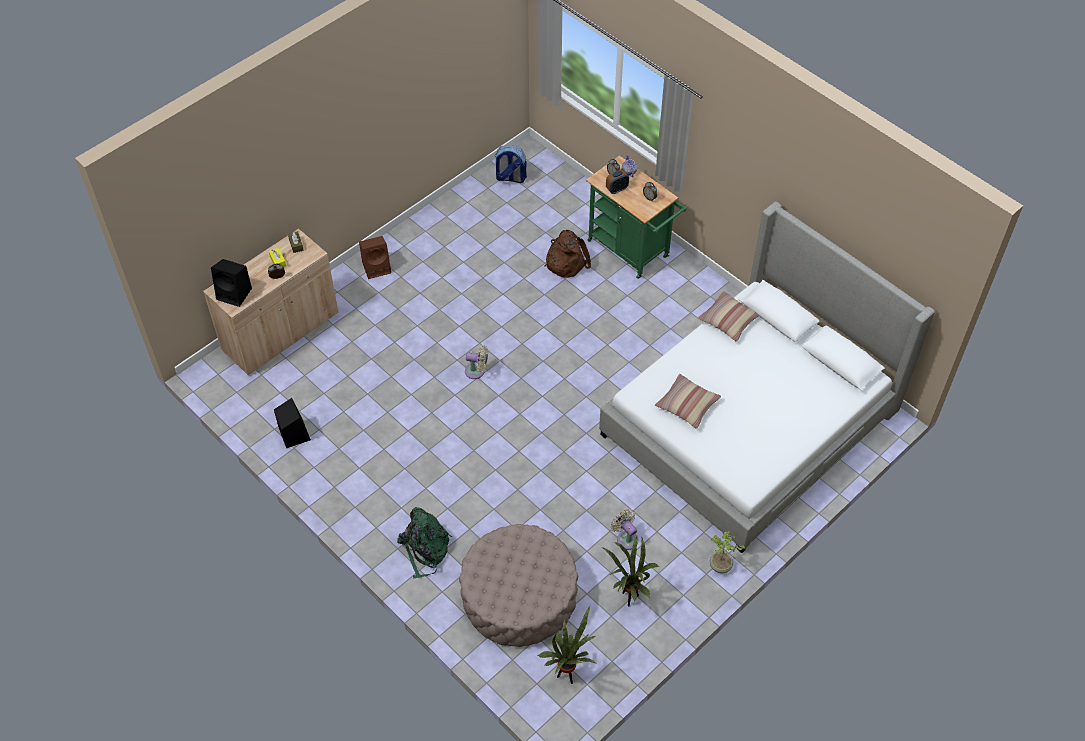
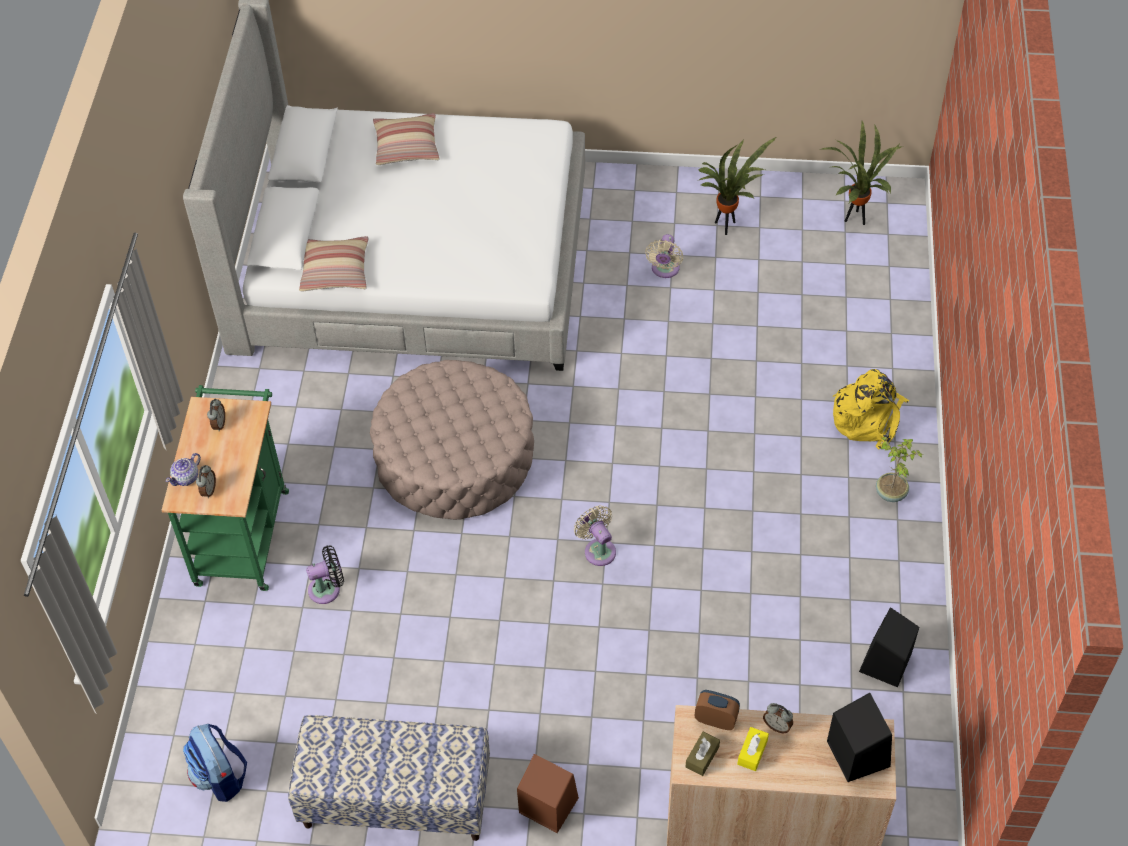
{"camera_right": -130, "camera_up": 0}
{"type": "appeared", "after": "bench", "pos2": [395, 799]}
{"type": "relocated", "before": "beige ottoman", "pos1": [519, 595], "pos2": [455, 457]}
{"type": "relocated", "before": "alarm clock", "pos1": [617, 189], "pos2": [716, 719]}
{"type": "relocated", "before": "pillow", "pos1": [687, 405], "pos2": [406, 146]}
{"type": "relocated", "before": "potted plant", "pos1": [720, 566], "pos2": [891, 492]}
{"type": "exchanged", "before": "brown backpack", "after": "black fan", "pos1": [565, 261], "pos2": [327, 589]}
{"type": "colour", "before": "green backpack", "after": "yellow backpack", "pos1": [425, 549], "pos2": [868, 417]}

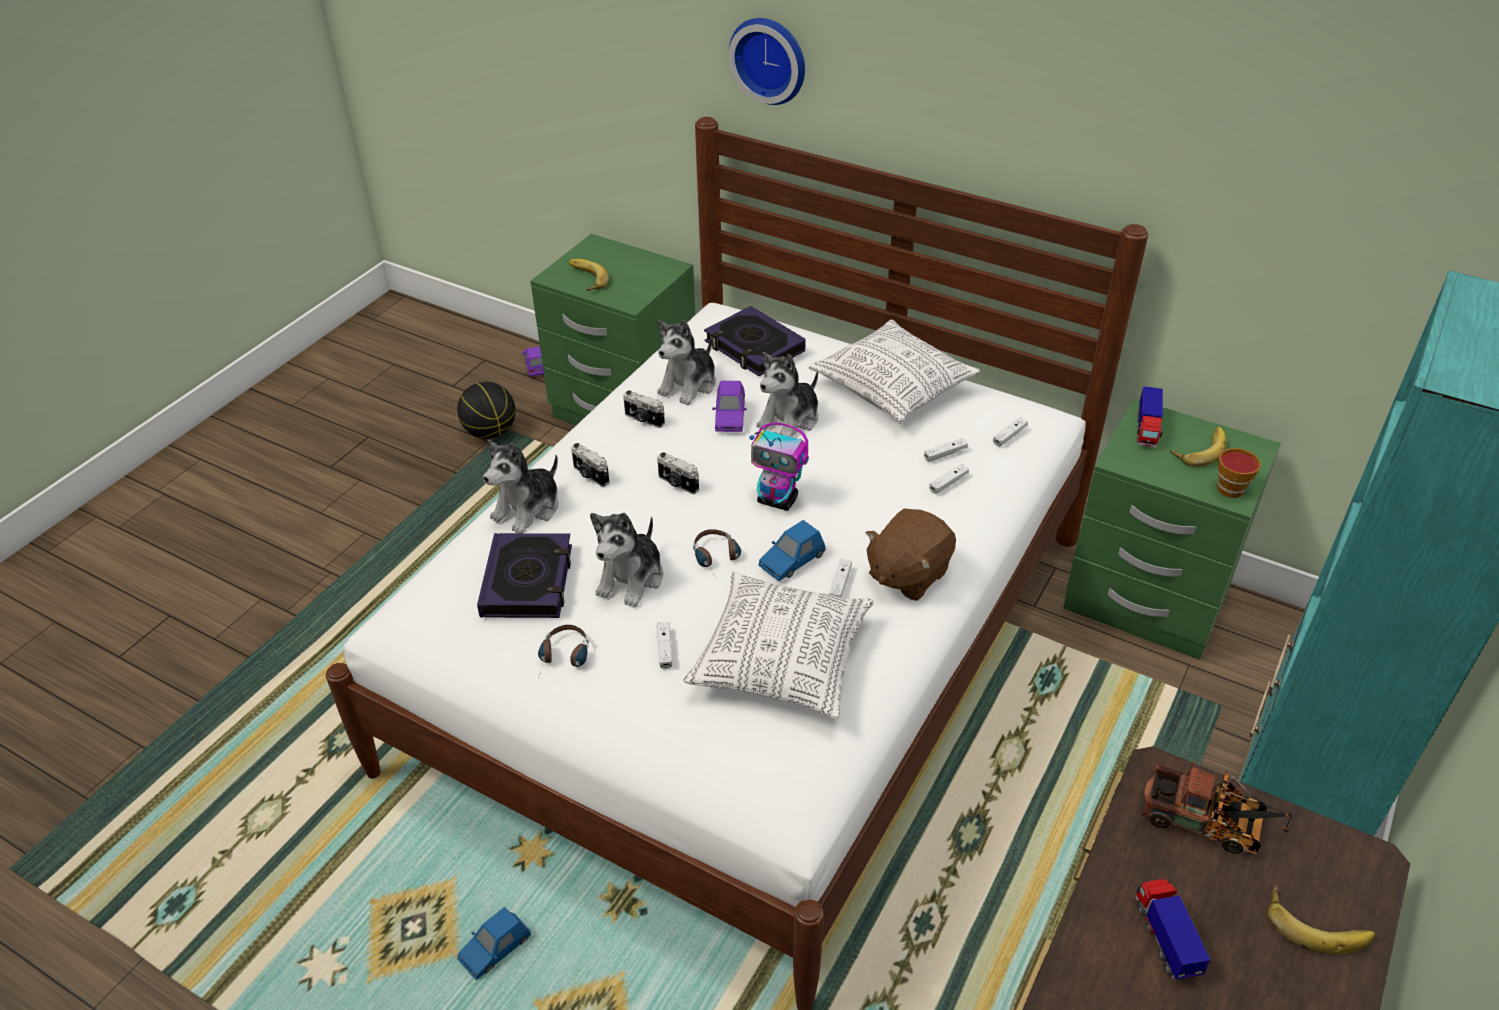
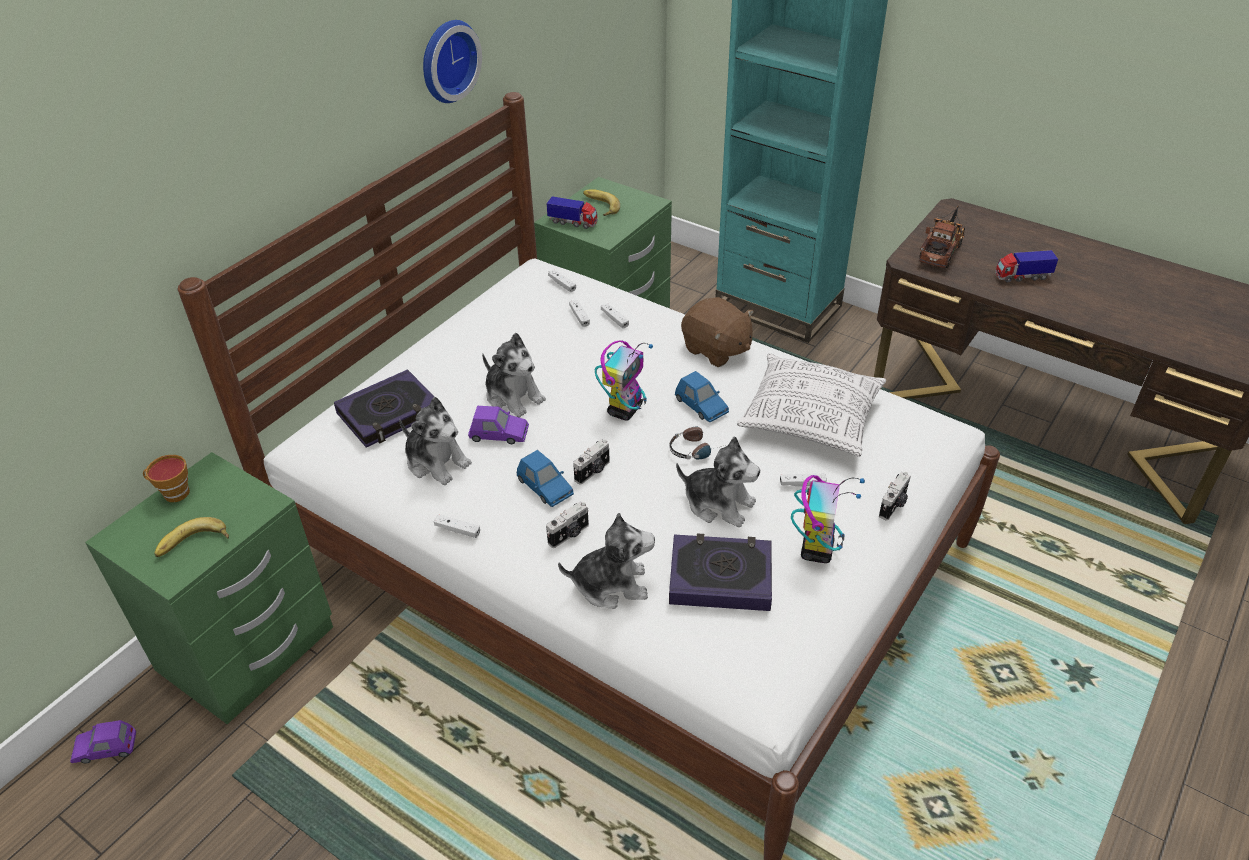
{"camera_right": -85, "camera_up": 0}
{"type": "missing", "before": "basketball", "pos1": [491, 432]}
{"type": "missing", "before": "pillow", "pos1": [893, 387]}
{"type": "missing", "before": "banana", "pos1": [1317, 924]}
{"type": "relocated", "before": "blue toy car", "pos1": [495, 948], "pos2": [545, 487]}
{"type": "relocated", "before": "photo camera", "pos1": [644, 420], "pos2": [894, 505]}
{"type": "relocated", "before": "wall clock", "pos1": [770, 59], "pos2": [446, 60]}
{"type": "relocated", "before": "white game controller", "pos1": [840, 584], "pos2": [457, 530]}
{"type": "relocated", "before": "cup", "pos1": [1228, 487], "pos2": [173, 493]}
{"type": "exchanged", "before": "headphones", "after": "toy robot", "pos1": [564, 659], "pos2": [817, 549]}
{"type": "spun", "before": "plush toy", "pos1": [528, 509], "pos2": [611, 584], "turn": -45}

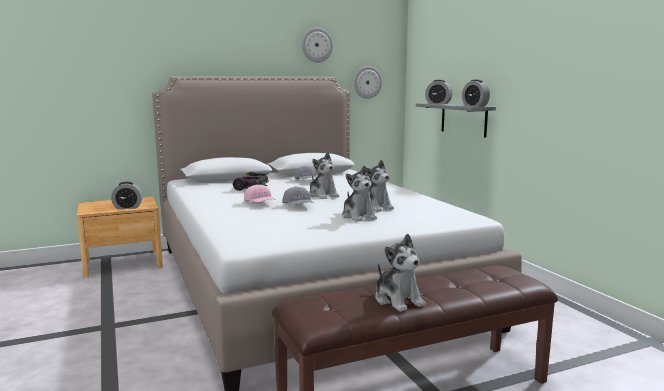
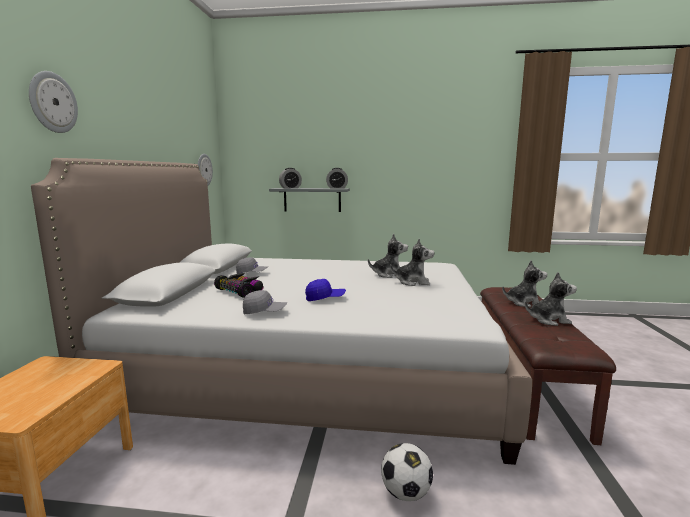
{"camera_right": -60, "camera_up": 0}
{"type": "missing", "before": "alarm clock", "pos1": [128, 207]}
{"type": "appeared", "after": "football", "pos2": [406, 493]}
{"type": "relocated", "before": "grey cap", "pos1": [298, 206], "pos2": [264, 312]}
{"type": "relocated", "before": "wall clock", "pos1": [316, 45], "pos2": [52, 102]}
{"type": "relocated", "before": "plush toy", "pos1": [323, 195], "pos2": [523, 303]}
{"type": "colour", "before": "pink cap", "after": "blue cap", "pos1": [260, 203], "pos2": [325, 298]}

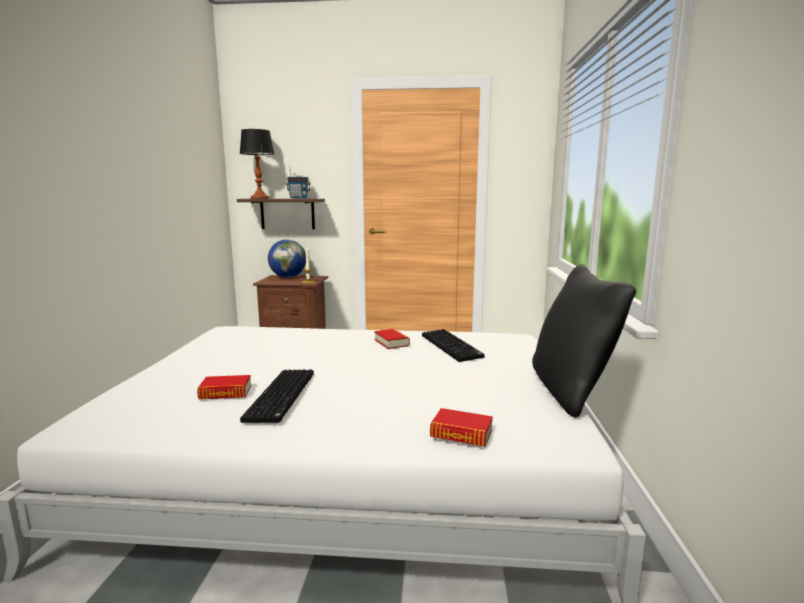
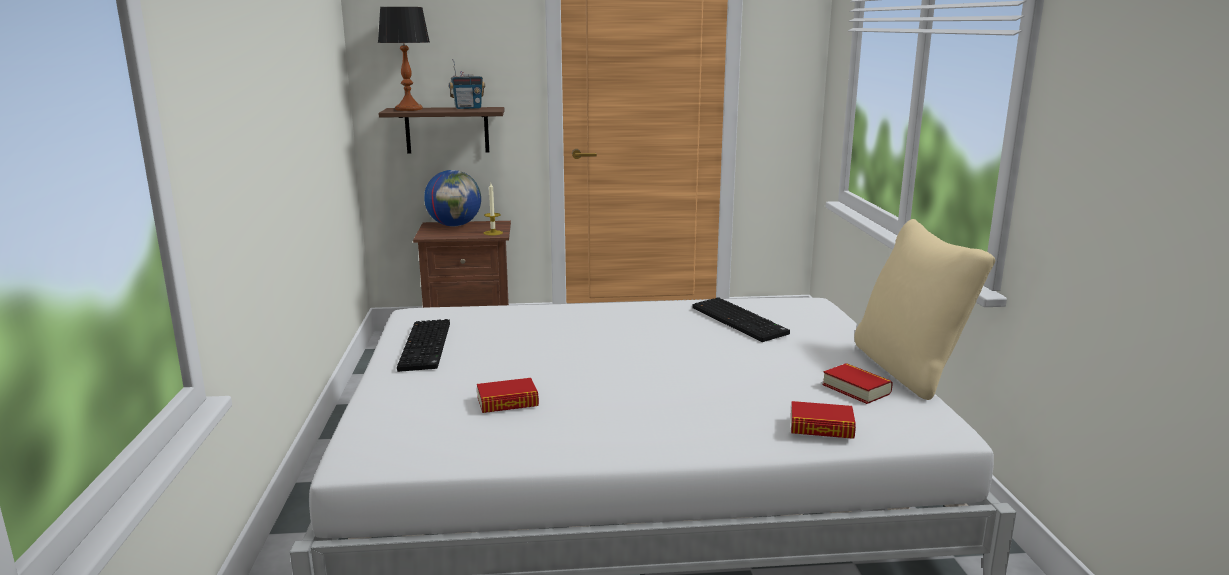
{"camera_right": -10, "camera_up": 5}
{"type": "relocated", "before": "keyboard", "pos1": [282, 396], "pos2": [427, 347]}
{"type": "relocated", "before": "book", "pos1": [391, 342], "pos2": [856, 389]}
{"type": "colour", "before": "black pillow", "after": "beige pillow", "pos1": [571, 391], "pos2": [909, 369]}

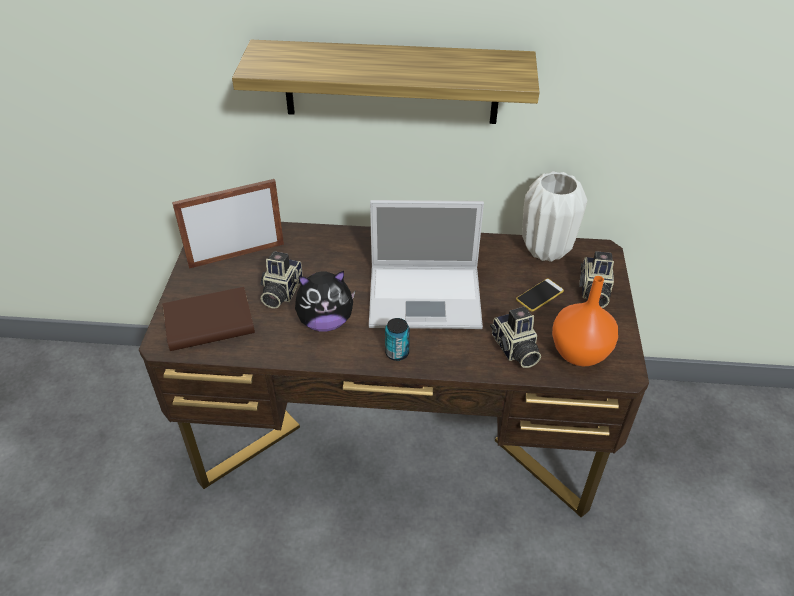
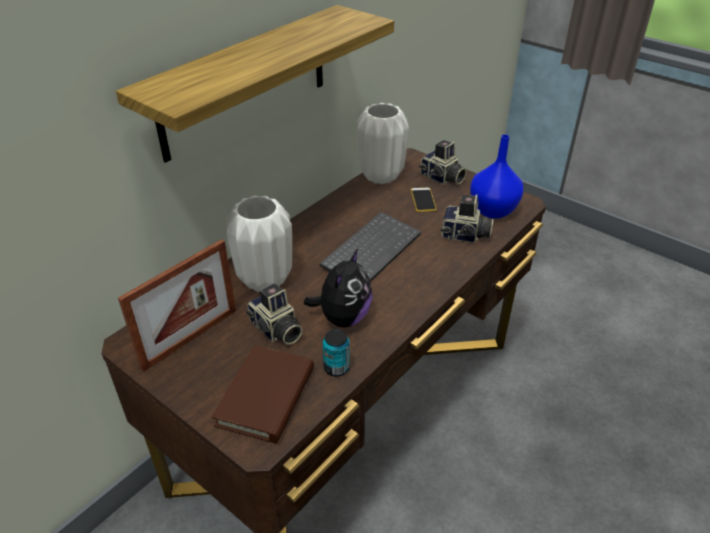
{"camera_right": -55, "camera_up": -5}
{"type": "appeared", "after": "white vase", "pos2": [265, 279]}
{"type": "relocated", "before": "can", "pos1": [397, 353], "pos2": [336, 368]}
{"type": "exchanged", "before": "laptop", "after": "keyboard", "pos1": [427, 296], "pos2": [371, 250]}
{"type": "colour", "before": "orange vase", "after": "blue vase", "pos1": [580, 353], "pos2": [493, 210]}
{"type": "spun", "before": "picture frame", "pos1": [236, 255], "pos2": [190, 338], "turn": -150}

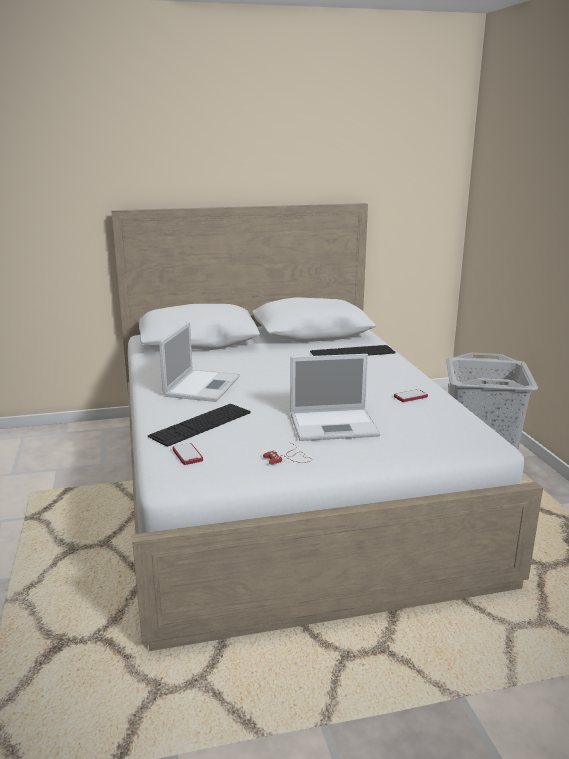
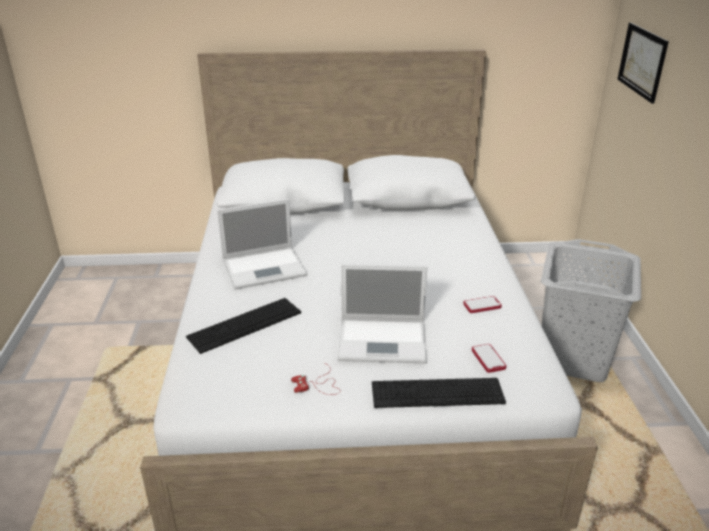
{"camera_right": 10, "camera_up": 10}
{"type": "appeared", "after": "picture", "pos2": [642, 61]}
{"type": "relocated", "before": "phone", "pos1": [187, 455], "pos2": [488, 359]}
{"type": "relocated", "before": "keyboard", "pos1": [352, 352], "pos2": [437, 393]}
{"type": "spun", "before": "laptop", "pos1": [202, 385], "pos2": [266, 267], "turn": 45}

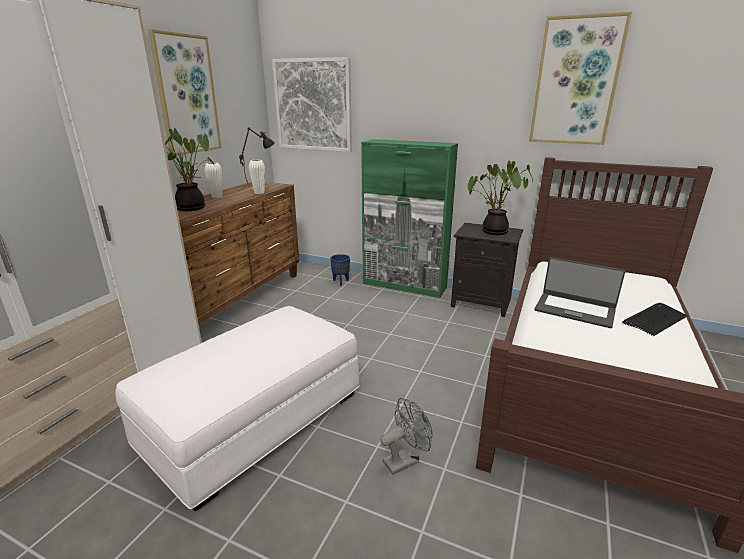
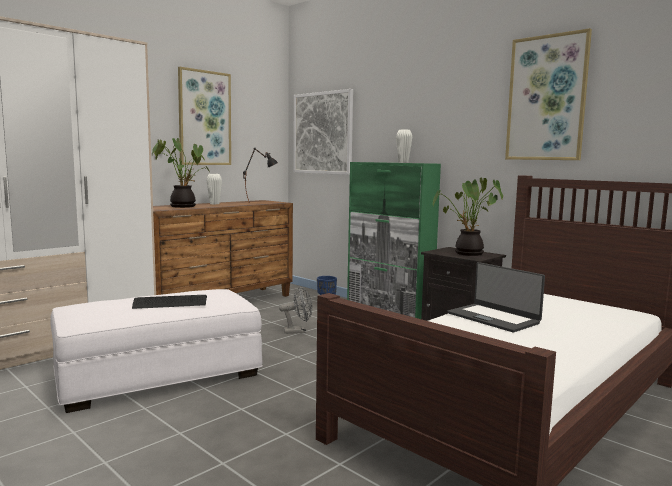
{"camera_right": 20, "camera_up": -15}
{"type": "relocated", "before": "white vase", "pos1": [259, 193], "pos2": [403, 162]}
{"type": "relocated", "before": "grey fan", "pos1": [405, 460], "pos2": [298, 331]}
{"type": "relocated", "before": "keyboard", "pos1": [654, 319], "pos2": [170, 303]}

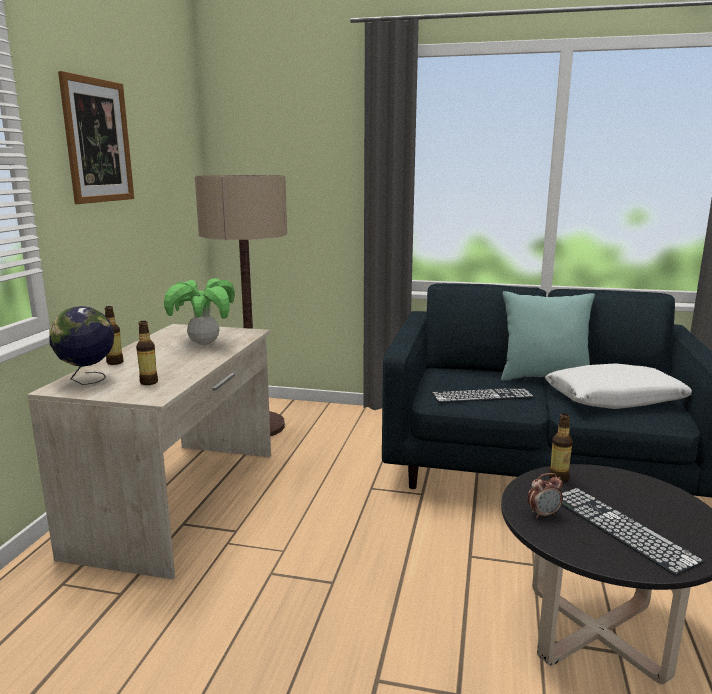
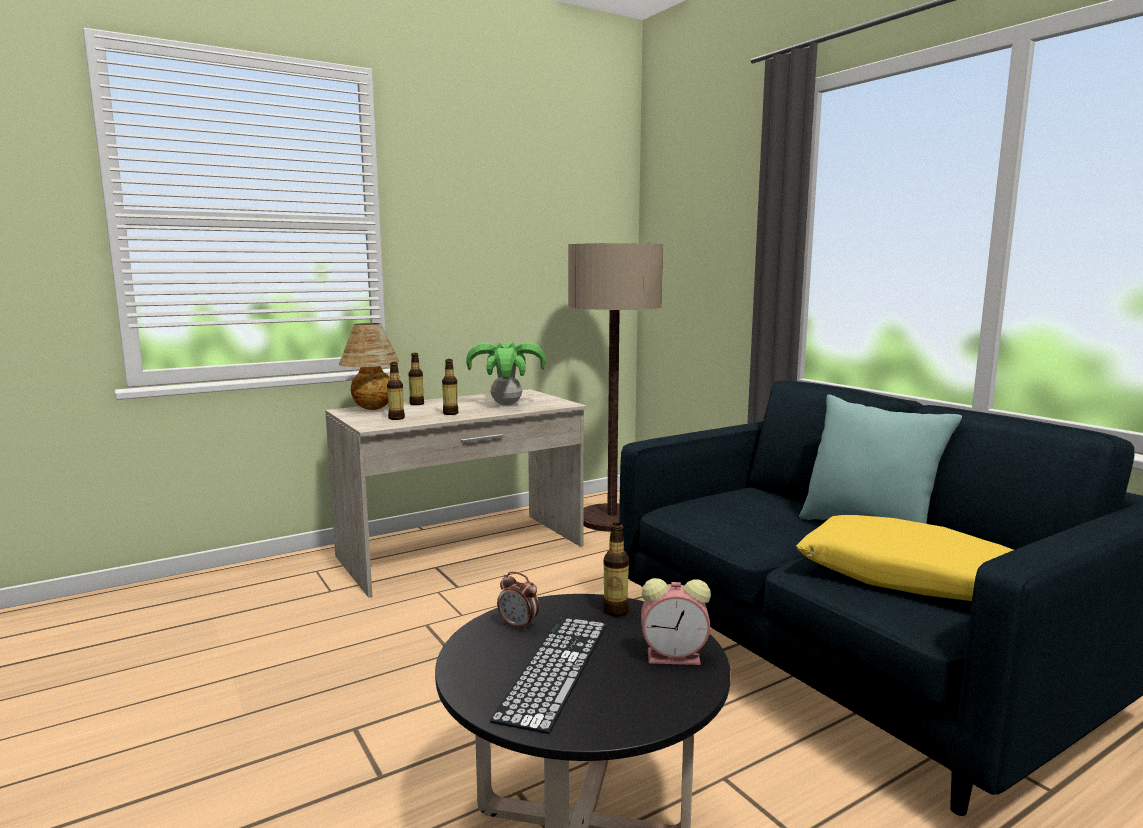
{"camera_right": 45, "camera_up": -5}
{"type": "missing", "before": "picture", "pos1": [98, 141]}
{"type": "missing", "before": "keyboard", "pos1": [482, 395]}
{"type": "appeared", "after": "bottle", "pos2": [450, 413]}
{"type": "appeared", "after": "alarm clock", "pos2": [676, 656]}
{"type": "exchanged", "before": "globe", "after": "table lamp", "pos1": [87, 380], "pos2": [372, 409]}
{"type": "colour", "before": "white pillow", "after": "yellow pillow", "pos1": [614, 399], "pos2": [907, 578]}

